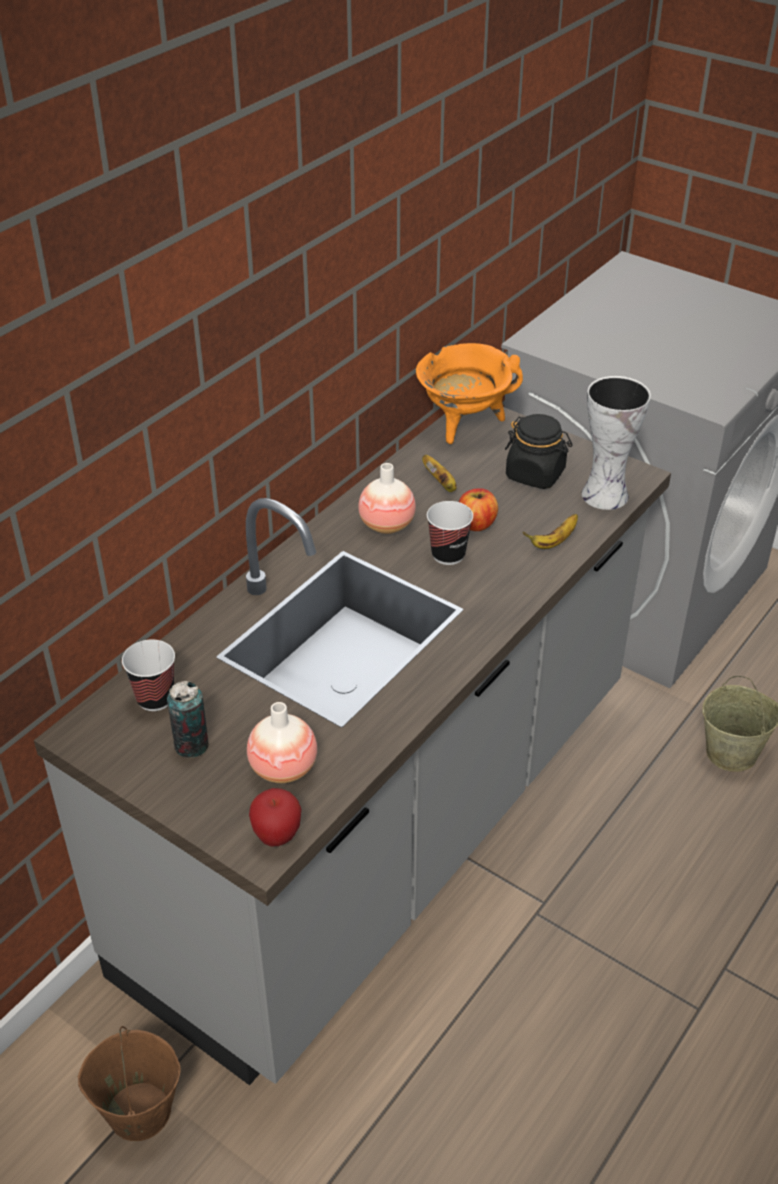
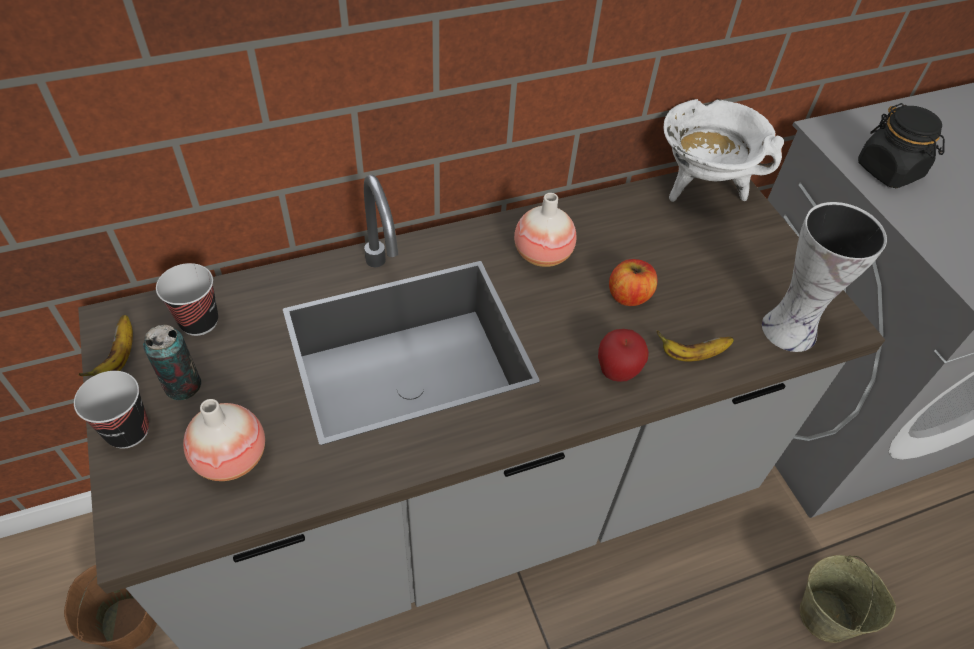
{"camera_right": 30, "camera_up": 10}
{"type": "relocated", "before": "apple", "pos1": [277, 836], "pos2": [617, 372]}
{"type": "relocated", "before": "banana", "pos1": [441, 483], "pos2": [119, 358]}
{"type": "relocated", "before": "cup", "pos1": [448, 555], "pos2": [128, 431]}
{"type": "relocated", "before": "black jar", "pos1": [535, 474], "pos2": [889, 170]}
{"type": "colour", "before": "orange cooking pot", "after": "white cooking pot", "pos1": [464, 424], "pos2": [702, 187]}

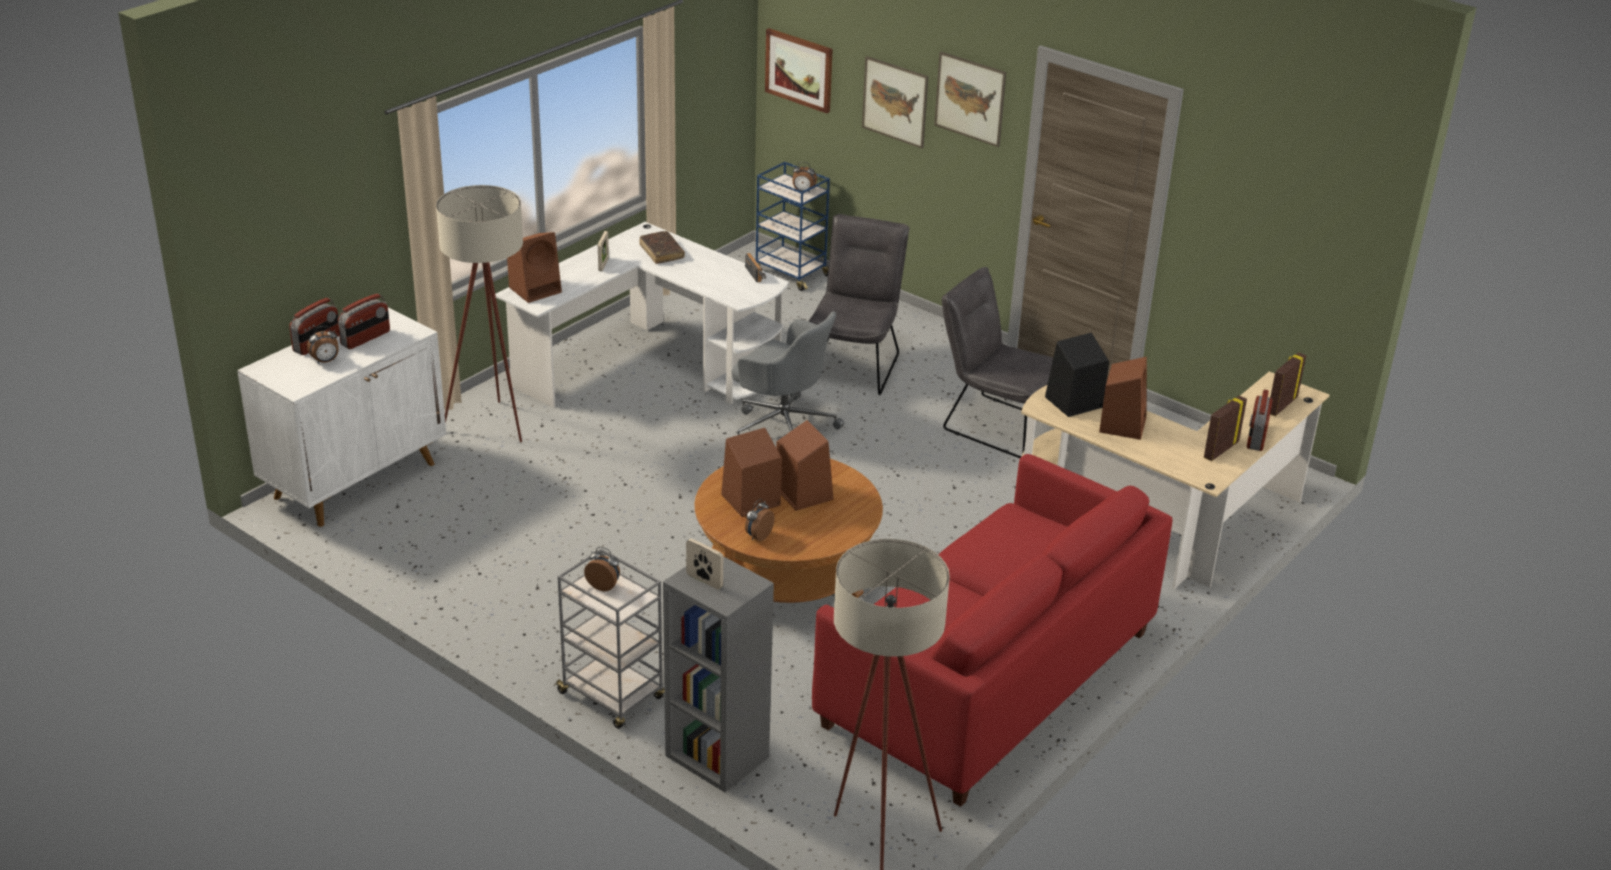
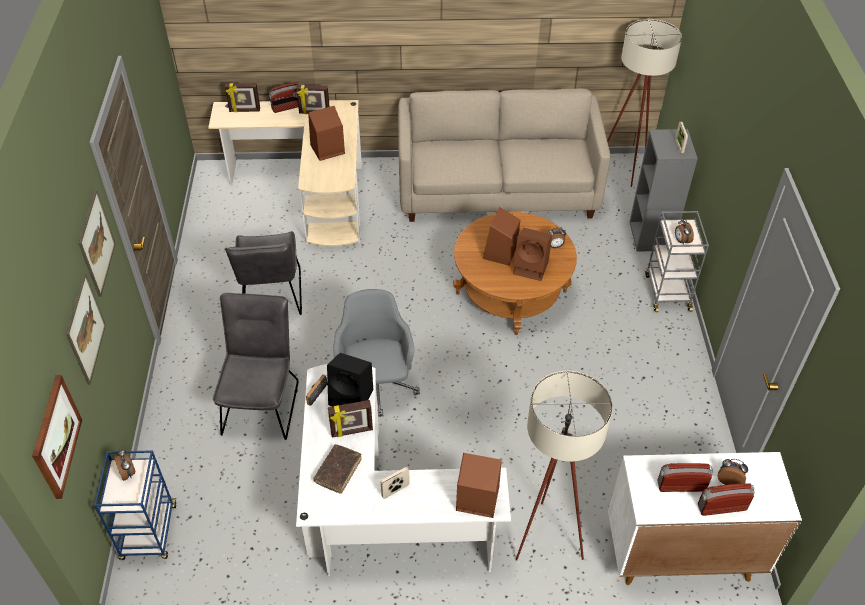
{"camera_right": -130, "camera_up": 15}
{"type": "appeared", "after": "picture frame", "pos2": [352, 431]}
{"type": "relocated", "before": "black speaker", "pos1": [1072, 403], "pos2": [352, 397]}
{"type": "colour", "before": "red sofa", "after": "beige sofa", "pos1": [988, 679], "pos2": [497, 189]}
{"type": "spun", "before": "grey chair", "pos1": [854, 364], "pos2": [262, 402], "turn": 120}

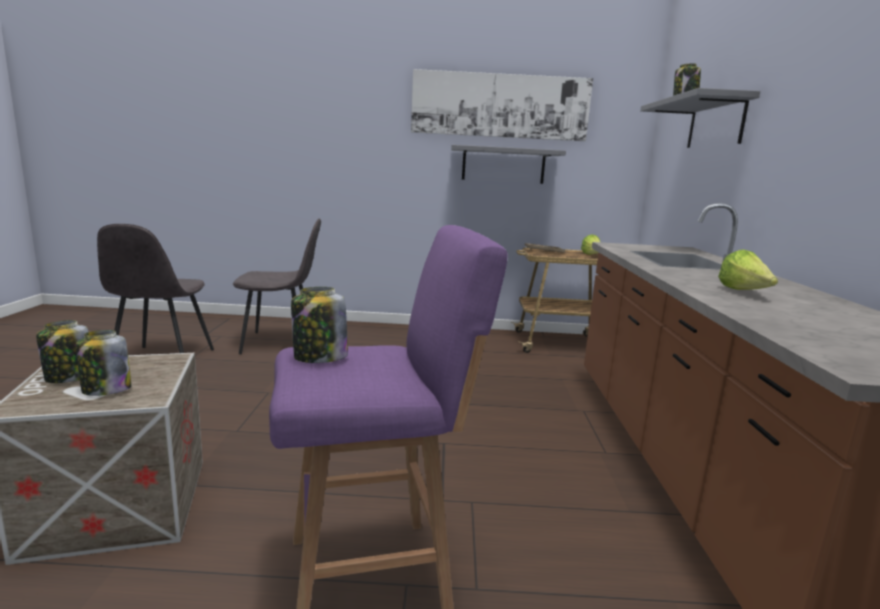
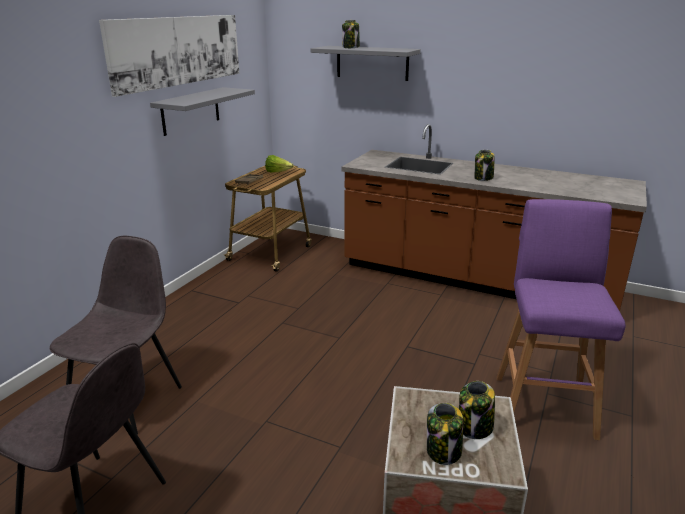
{"camera_right": -65, "camera_up": 10}
{"type": "missing", "before": "lettuce", "pos1": [744, 292]}
{"type": "relocated", "before": "jar", "pos1": [319, 357], "pos2": [483, 178]}

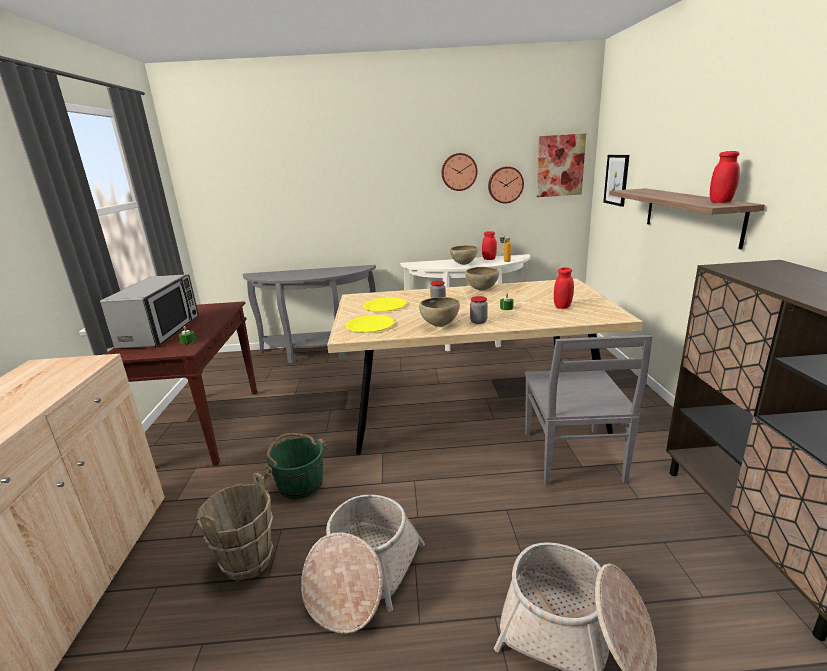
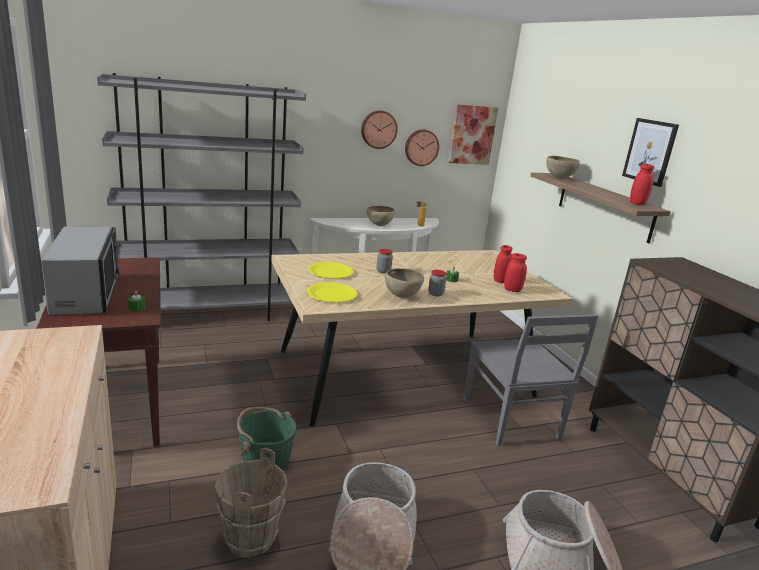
{"camera_right": -20, "camera_up": 0}
{"type": "relocated", "before": "brown bowl", "pos1": [481, 290], "pos2": [559, 178]}
{"type": "relocated", "before": "red jar", "pos1": [489, 259], "pos2": [512, 290]}
{"type": "relocated", "before": "picture", "pos1": [616, 180], "pos2": [650, 151]}
{"type": "exchanged", "before": "grey console table", "after": "grey bookcase", "pos1": [318, 353], "pos2": [210, 314]}

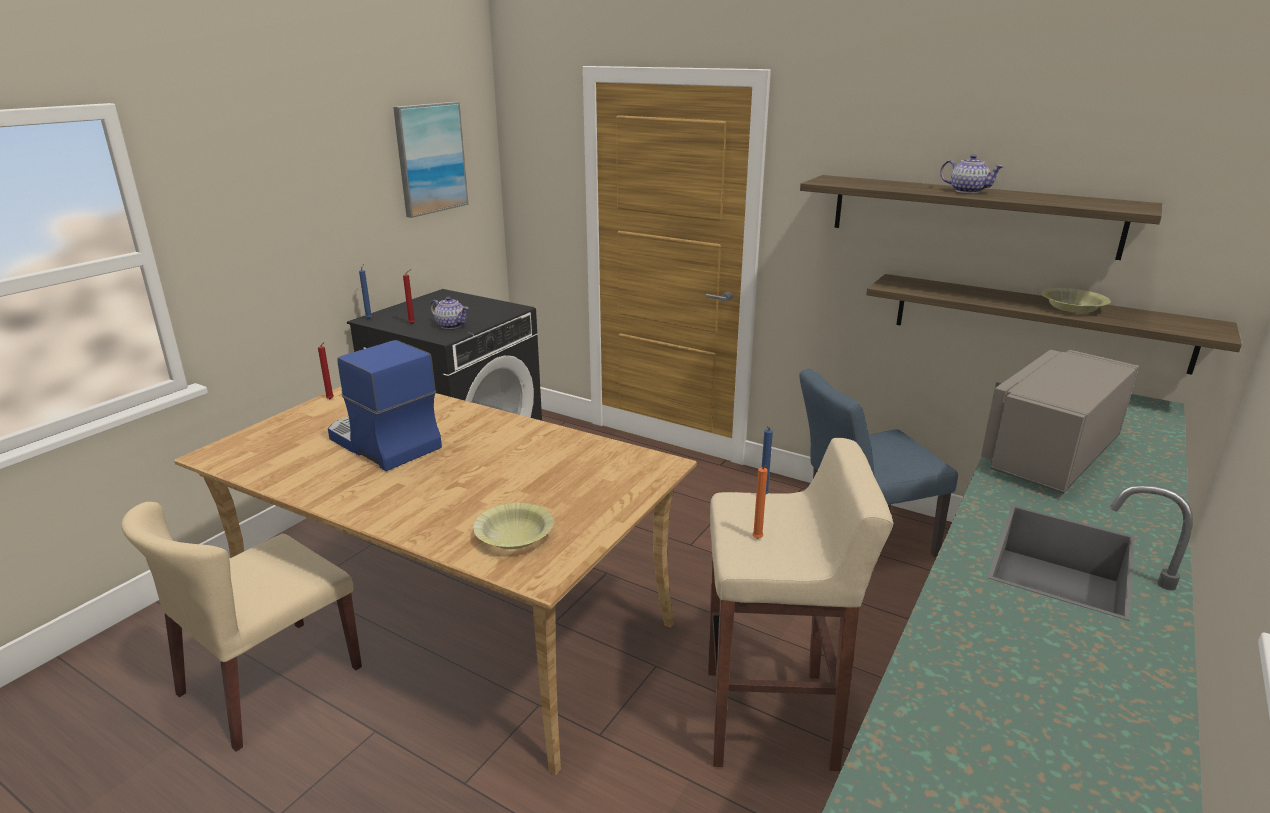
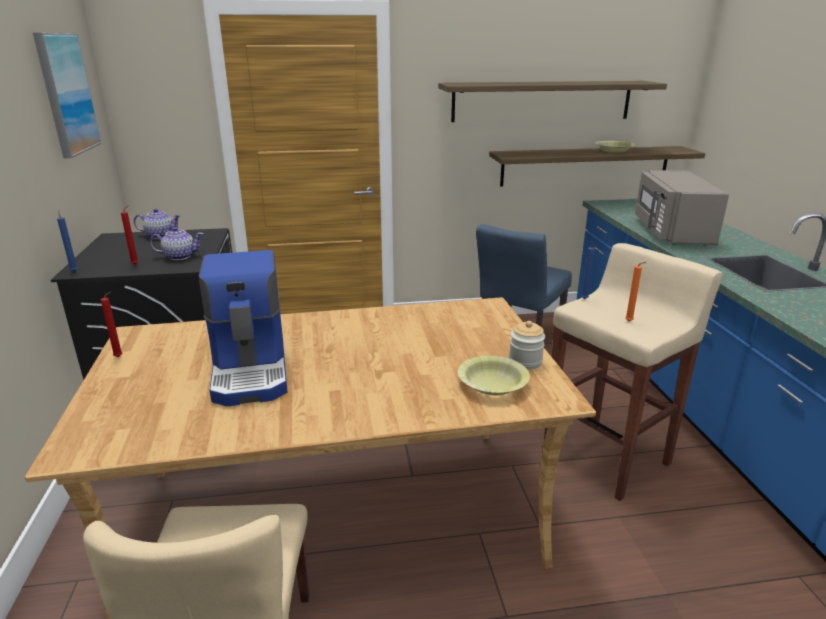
{"camera_right": -40, "camera_up": 0}
{"type": "appeared", "after": "jar", "pos2": [525, 361]}
{"type": "relocated", "before": "teapot", "pos1": [967, 191], "pos2": [160, 235]}
{"type": "spun", "before": "coffee machine", "pos1": [382, 443], "pos2": [252, 370], "turn": -105}

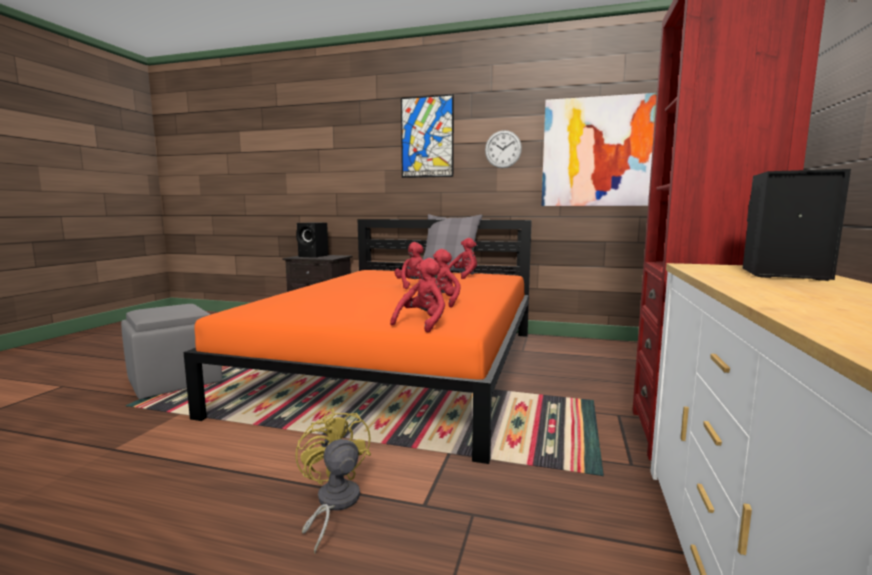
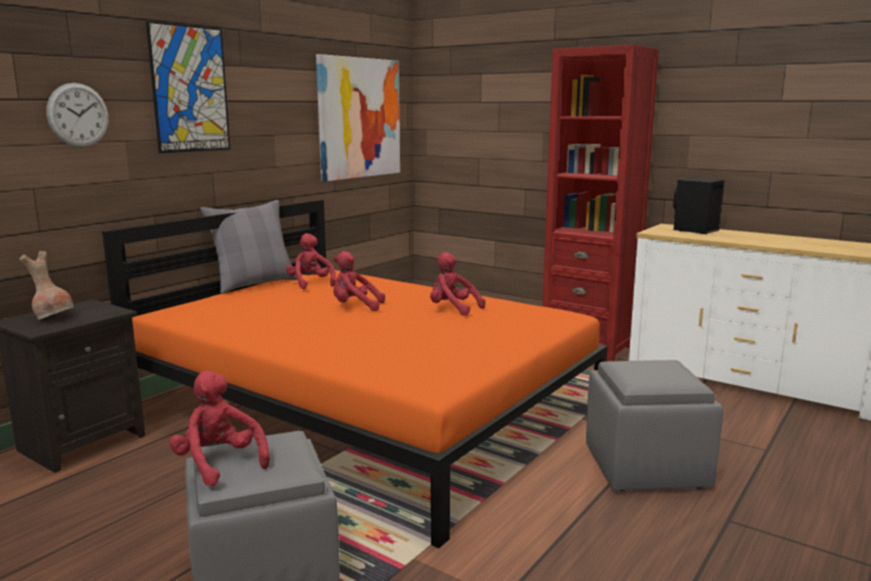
{"camera_right": -70, "camera_up": 5}
{"type": "relocated", "before": "red plush toy", "pos1": [423, 323], "pos2": [219, 463]}
{"type": "relocated", "before": "wall clock", "pos1": [503, 149], "pos2": [78, 115]}
{"type": "exchanged", "before": "black speaker", "after": "brown vase", "pos1": [314, 256], "pos2": [54, 318]}
{"type": "exchanged", "before": "yellow fan", "after": "grey ottoman", "pos1": [333, 504], "pos2": [647, 467]}

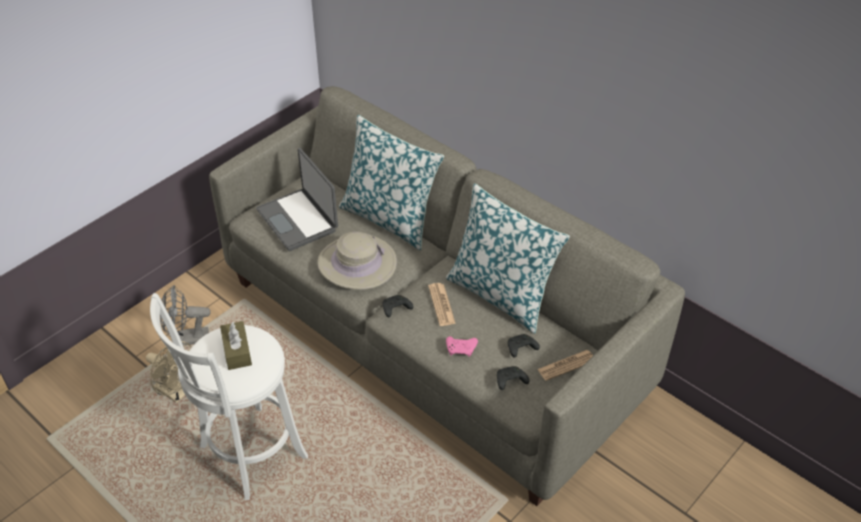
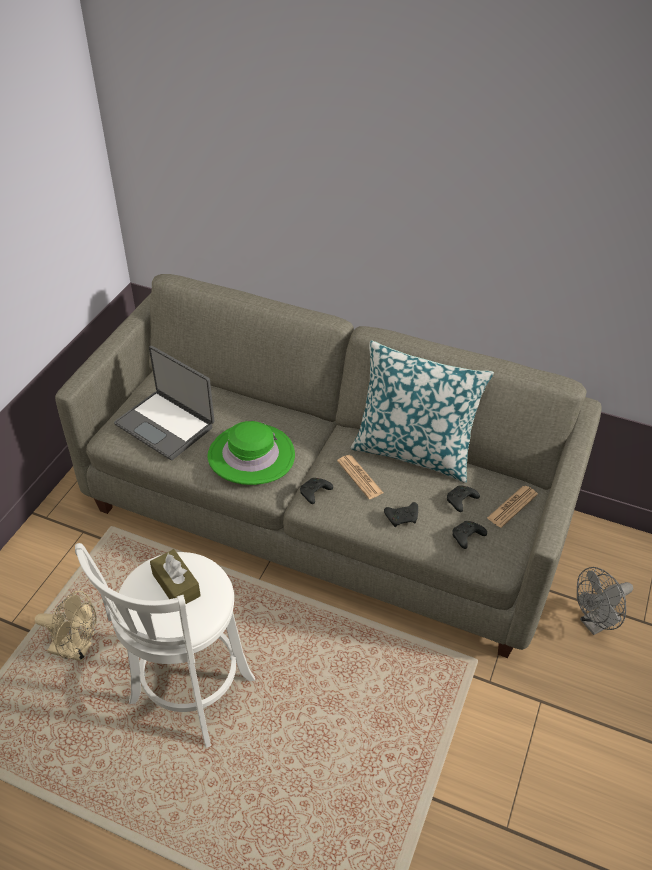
{"camera_right": -20, "camera_up": 0}
{"type": "missing", "before": "pillow", "pos1": [390, 218]}
{"type": "relocated", "before": "grey fan", "pos1": [187, 339], "pos2": [595, 623]}
{"type": "colour", "before": "beige hat", "after": "green hat", "pos1": [357, 263], "pos2": [251, 456]}
{"type": "colour", "before": "pink game controller", "after": "black game controller", "pos1": [461, 349], "pos2": [402, 518]}

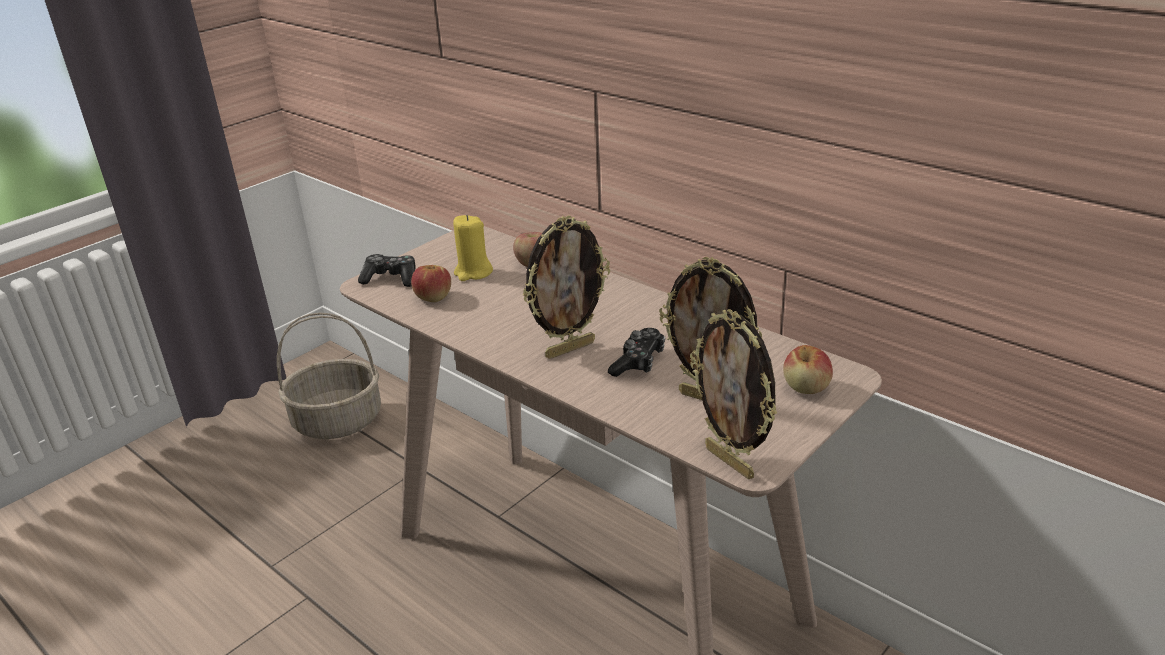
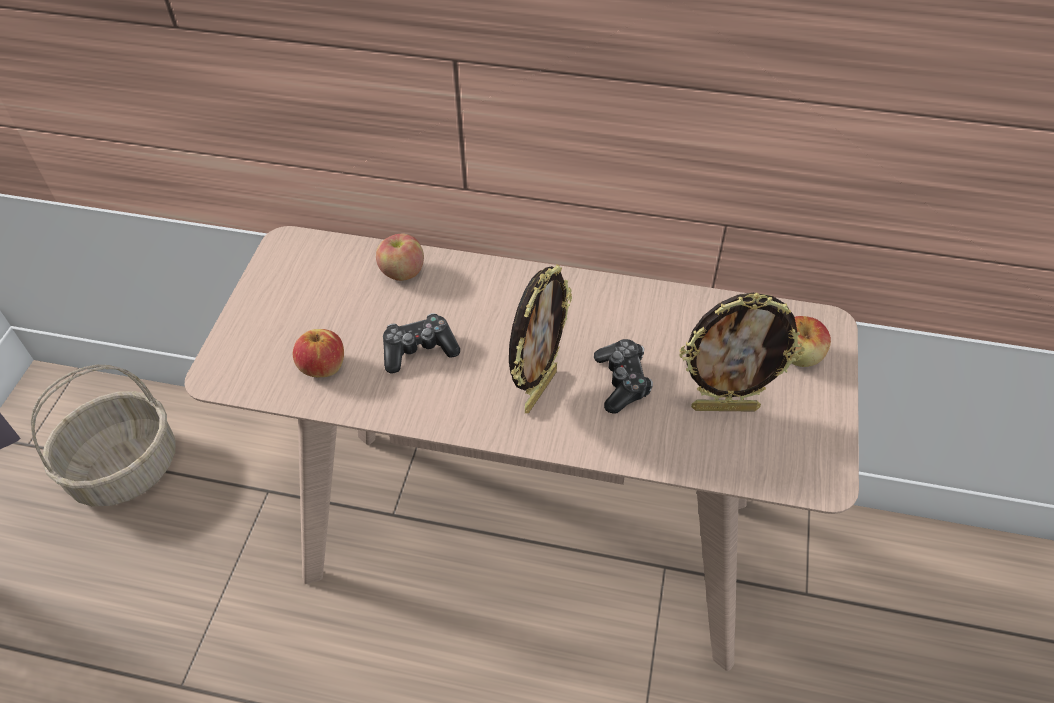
{"camera_right": -30, "camera_up": 20}
{"type": "missing", "before": "yellow candle", "pos1": [473, 272]}
{"type": "missing", "before": "picture frame", "pos1": [731, 462]}
{"type": "relocated", "before": "game controller", "pos1": [391, 278], "pos2": [419, 350]}

